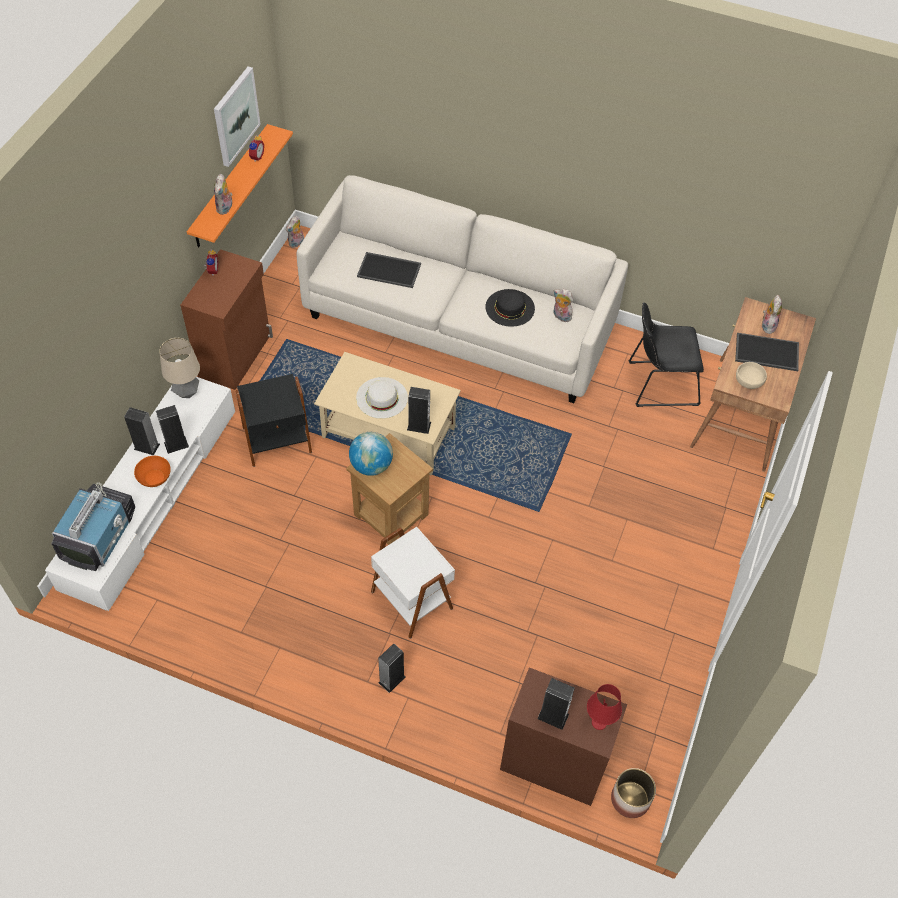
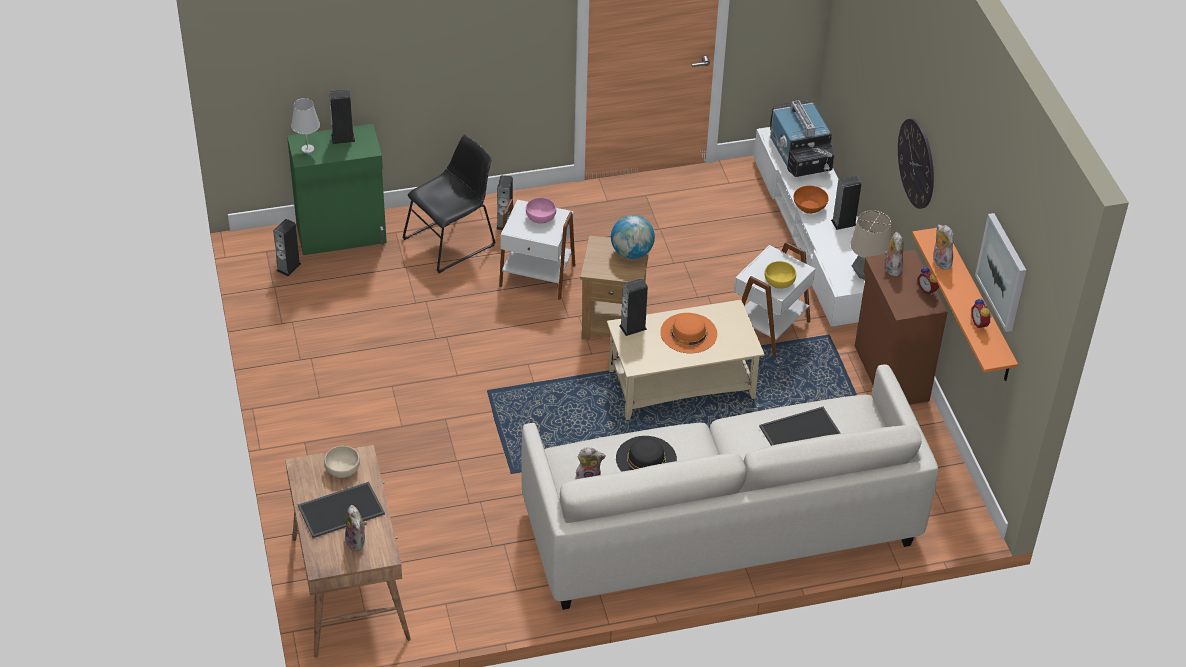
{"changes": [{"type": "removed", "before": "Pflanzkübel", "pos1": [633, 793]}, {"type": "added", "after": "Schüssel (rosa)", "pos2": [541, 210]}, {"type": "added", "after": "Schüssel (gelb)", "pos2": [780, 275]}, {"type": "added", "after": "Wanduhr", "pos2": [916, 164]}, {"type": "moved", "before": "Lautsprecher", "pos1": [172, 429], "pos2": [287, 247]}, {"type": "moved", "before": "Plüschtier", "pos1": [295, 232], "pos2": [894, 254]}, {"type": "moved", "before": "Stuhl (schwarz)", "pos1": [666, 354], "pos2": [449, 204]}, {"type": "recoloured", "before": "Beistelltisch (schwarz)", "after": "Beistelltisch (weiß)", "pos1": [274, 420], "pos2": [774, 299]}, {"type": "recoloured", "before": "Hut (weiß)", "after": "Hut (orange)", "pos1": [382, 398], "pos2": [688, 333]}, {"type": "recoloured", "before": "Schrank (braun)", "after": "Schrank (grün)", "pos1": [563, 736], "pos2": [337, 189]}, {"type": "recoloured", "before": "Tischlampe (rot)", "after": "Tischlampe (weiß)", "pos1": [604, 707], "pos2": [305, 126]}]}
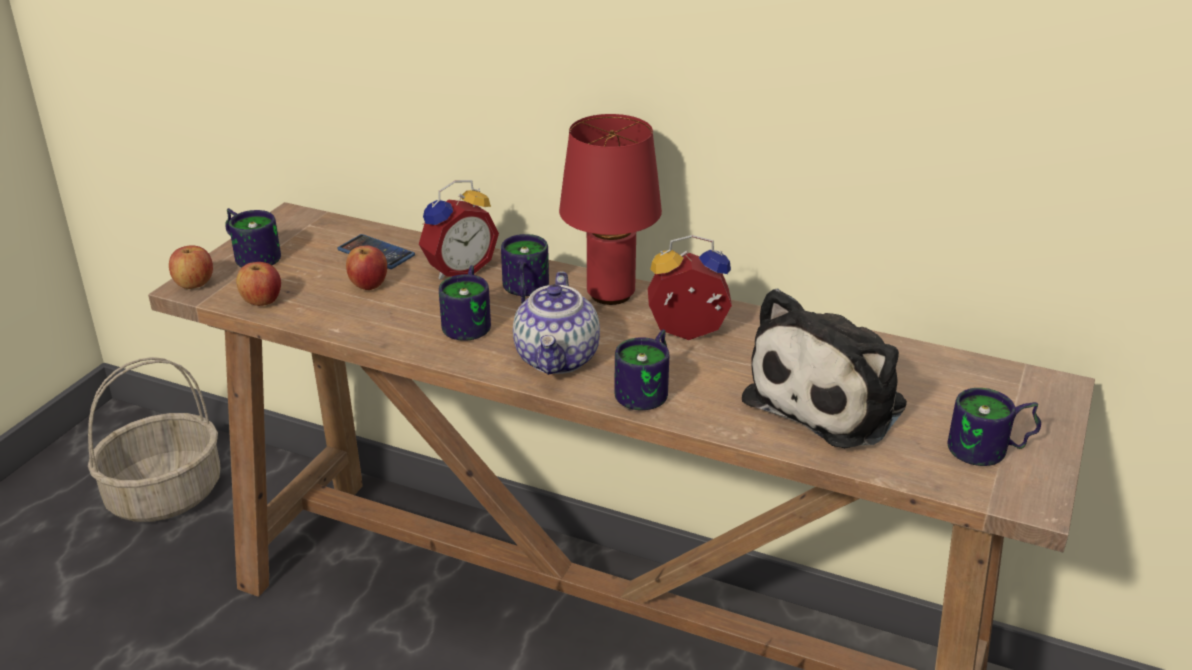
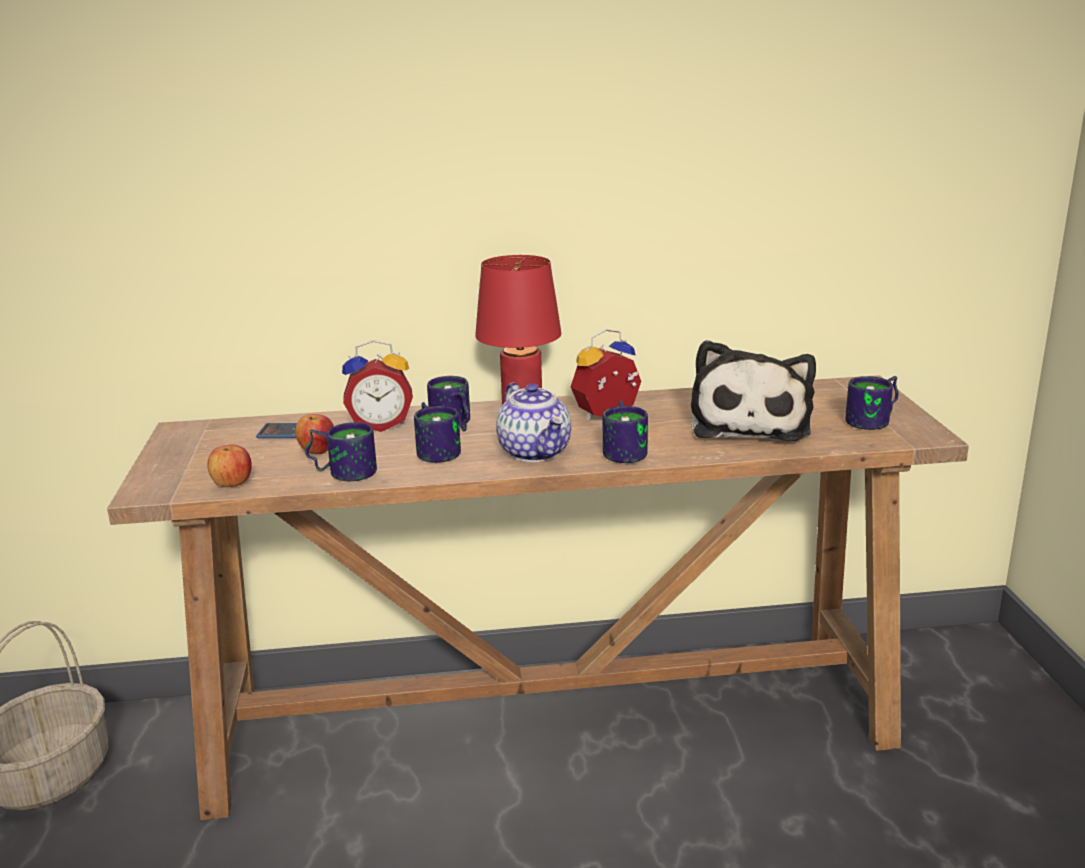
{"changes": [{"type": "removed", "before": "Apfel", "pos1": [191, 267]}, {"type": "moved", "before": "Henkelbecher", "pos1": [253, 237], "pos2": [341, 451]}, {"type": "turned", "before": "Wecker", "pos1": [459, 230], "pos2": [377, 386], "turn": 60}]}
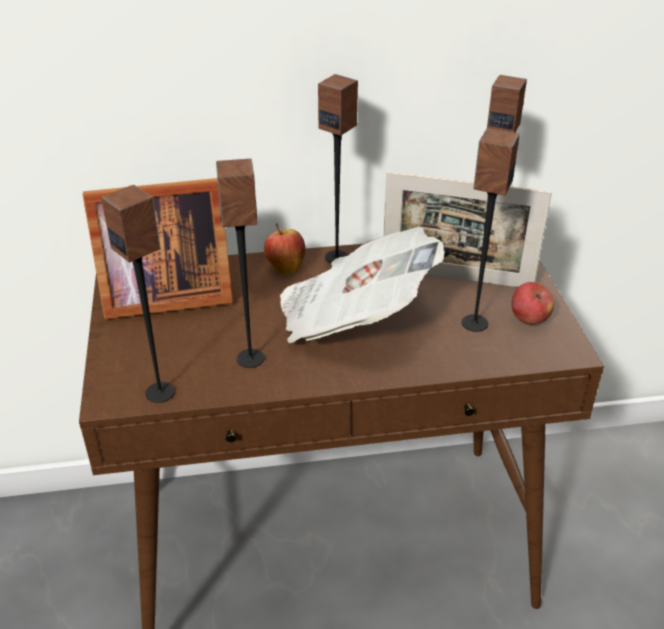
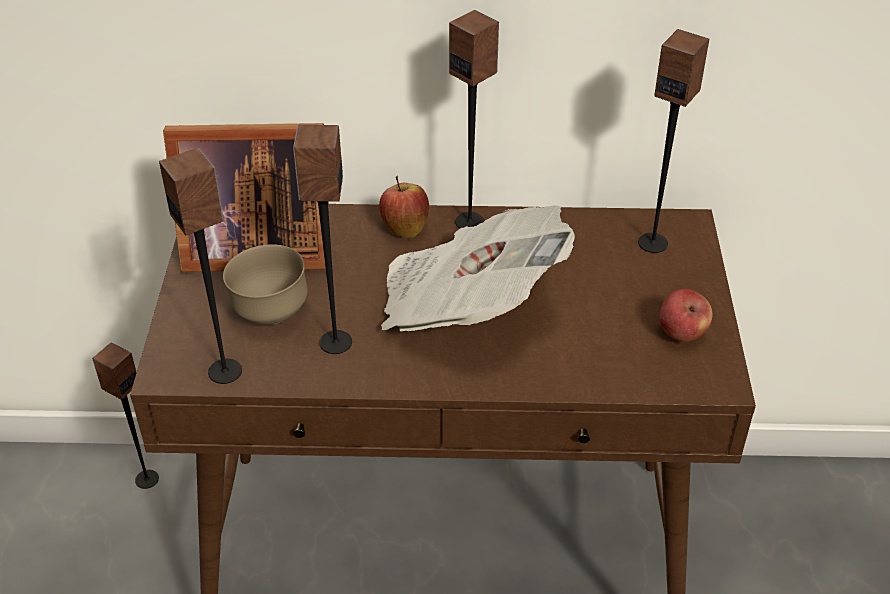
{"changes": [{"type": "removed", "before": "Bilderrahmen", "pos1": [467, 229]}, {"type": "added", "after": "Schüssel (braun)", "pos2": [265, 284]}, {"type": "moved", "before": "Lautsprecher", "pos1": [491, 230], "pos2": [125, 415]}]}
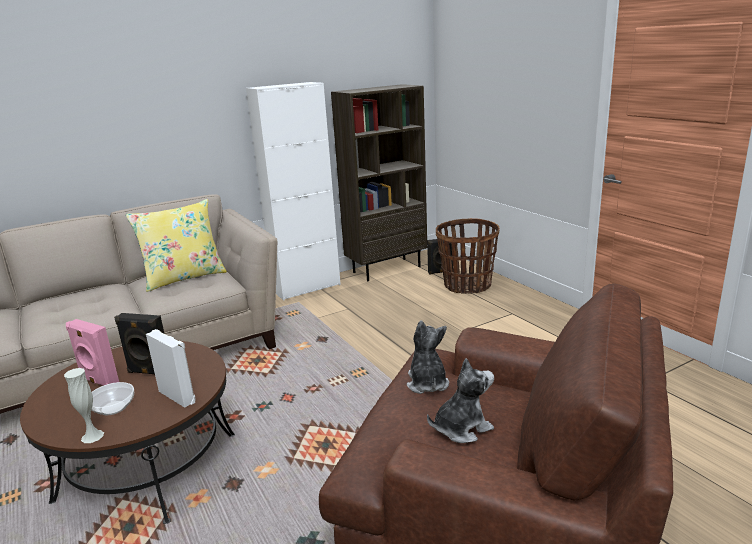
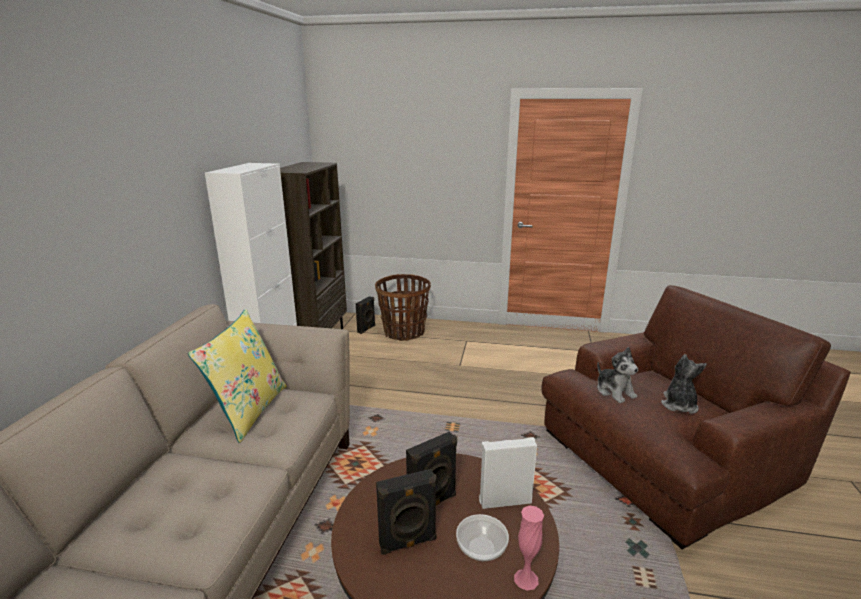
{"changes": [{"type": "recoloured", "before": "Vase (weiß)", "after": "Vase (rosa)", "pos1": [84, 405], "pos2": [529, 548]}, {"type": "recoloured", "before": "Lautsprecher (rosa)", "after": "Lautsprecher (schwarz)", "pos1": [92, 352], "pos2": [406, 512]}, {"type": "turned", "before": "Plüschtier", "pos1": [428, 357], "pos2": [617, 375], "turn": -150}]}
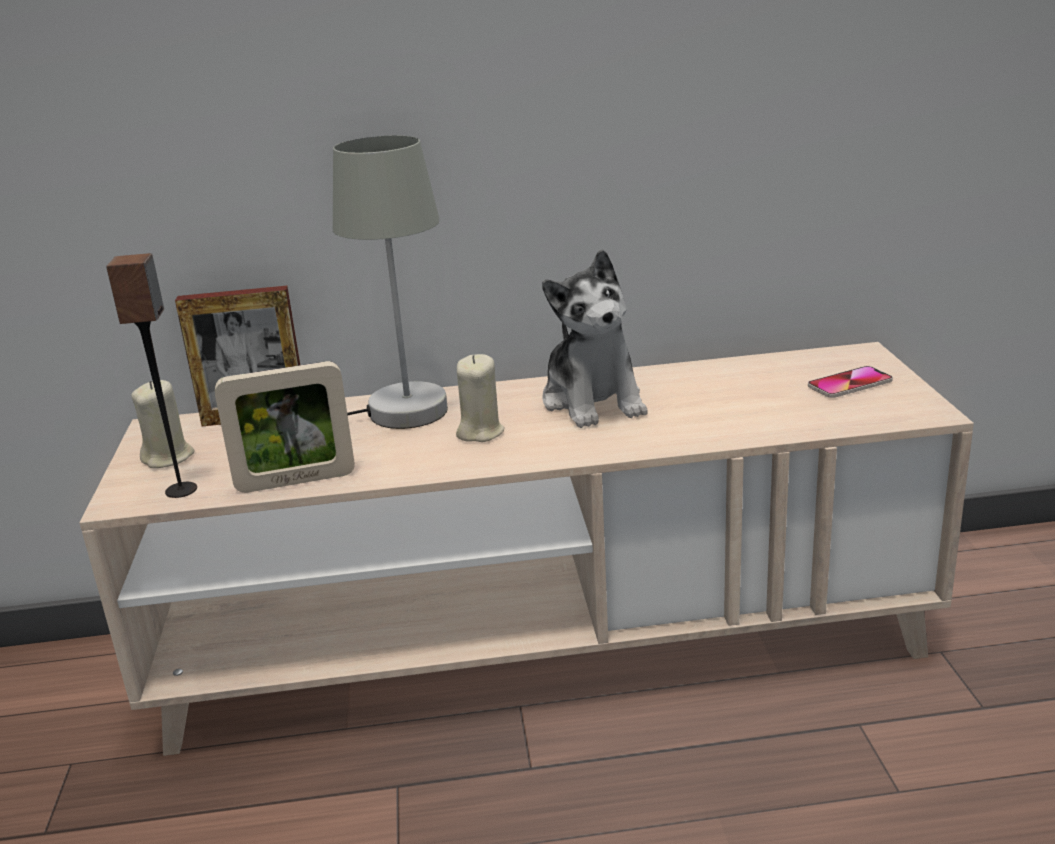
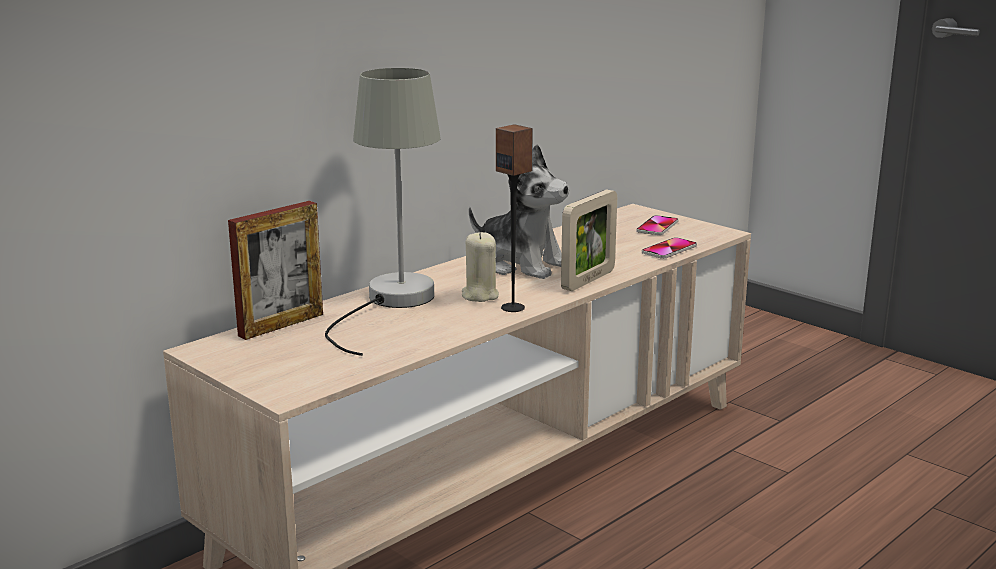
{"changes": [{"type": "removed", "before": "Kerze (beige)", "pos1": [163, 424]}, {"type": "added", "after": "Handy", "pos2": [669, 248]}, {"type": "moved", "before": "Lautsprecher", "pos1": [151, 375], "pos2": [514, 218]}, {"type": "moved", "before": "Bilderrahmen", "pos1": [285, 427], "pos2": [589, 240]}]}
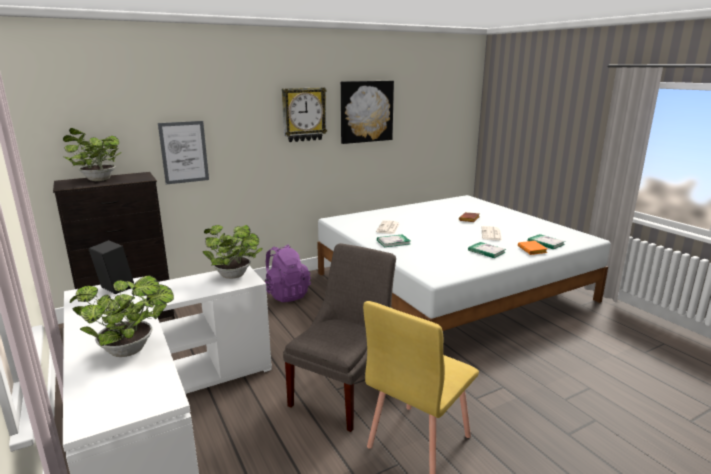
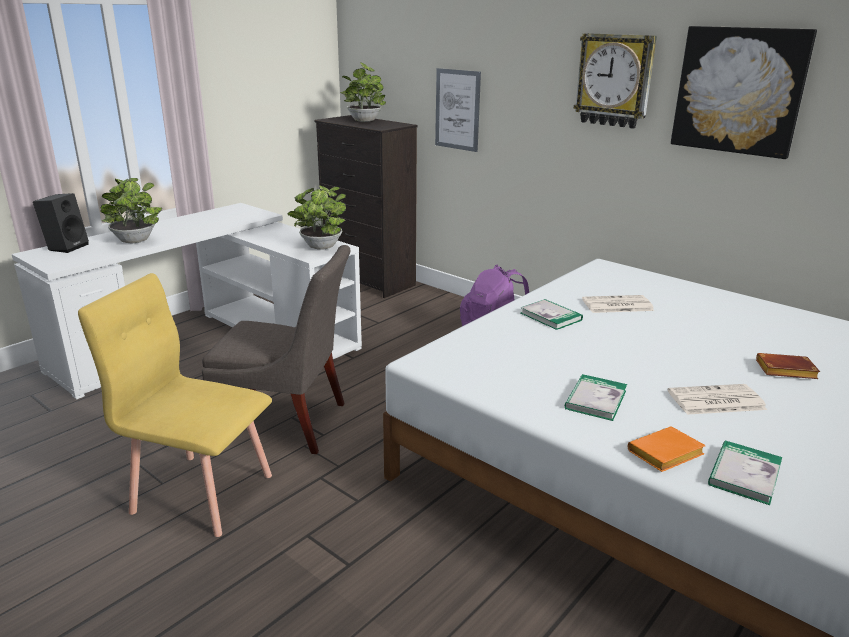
{"changes": [{"type": "moved", "before": "Lautsprecher (schwarz)", "pos1": [111, 267], "pos2": [61, 223]}]}
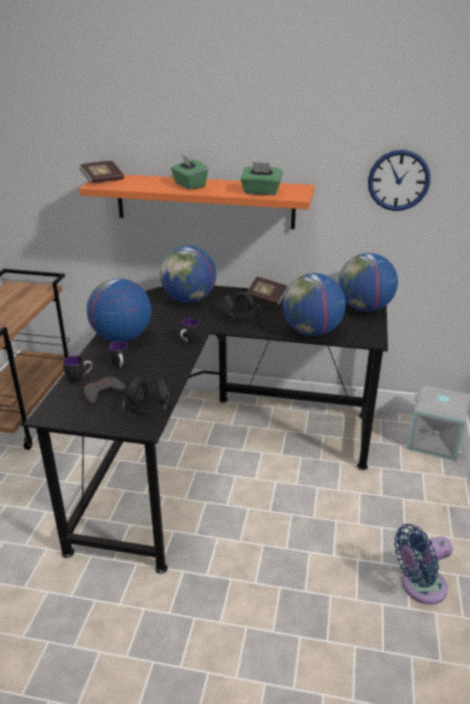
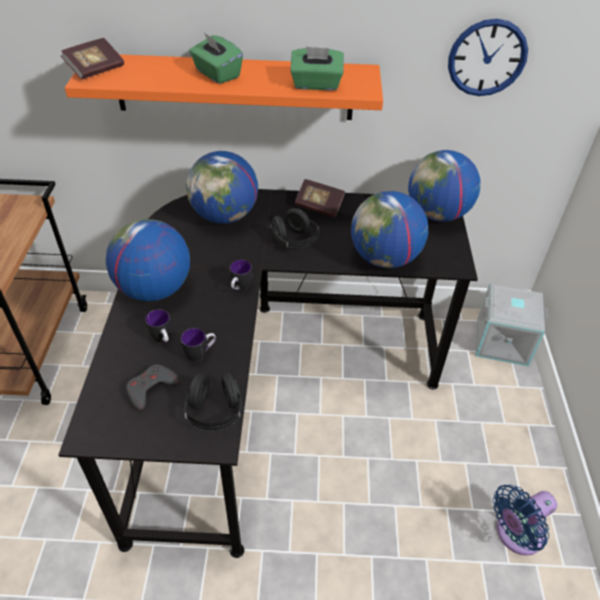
{"changes": [{"type": "moved", "before": "Henkelbecher", "pos1": [77, 370], "pos2": [198, 345]}]}
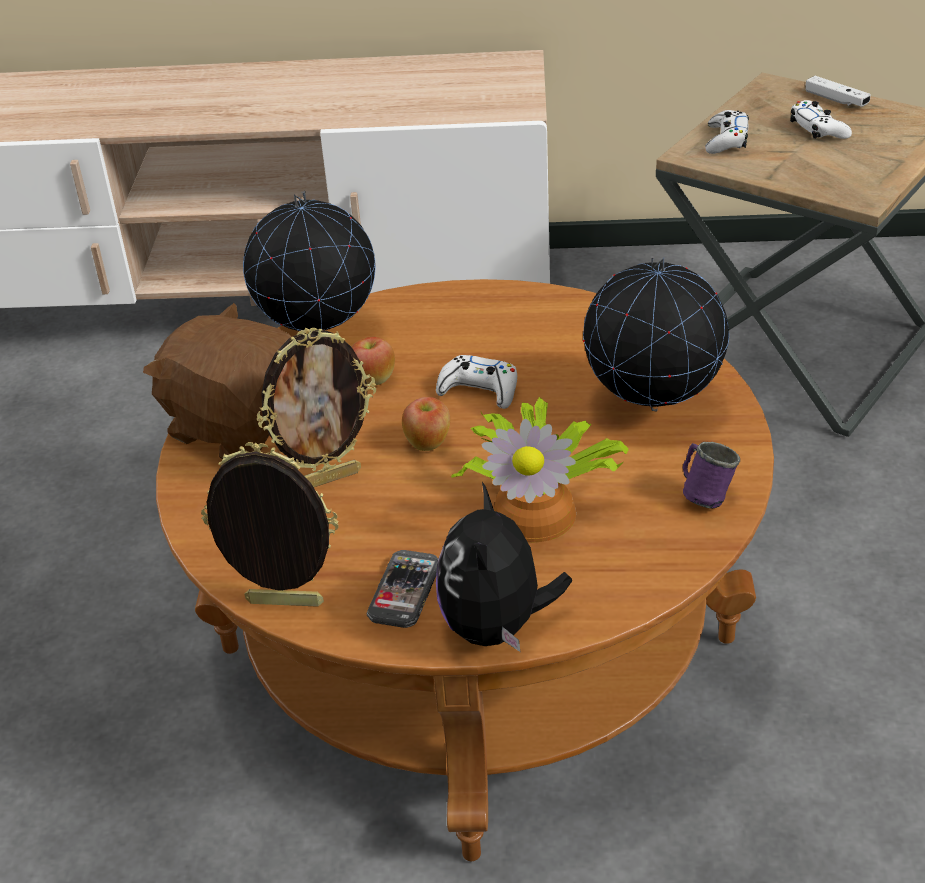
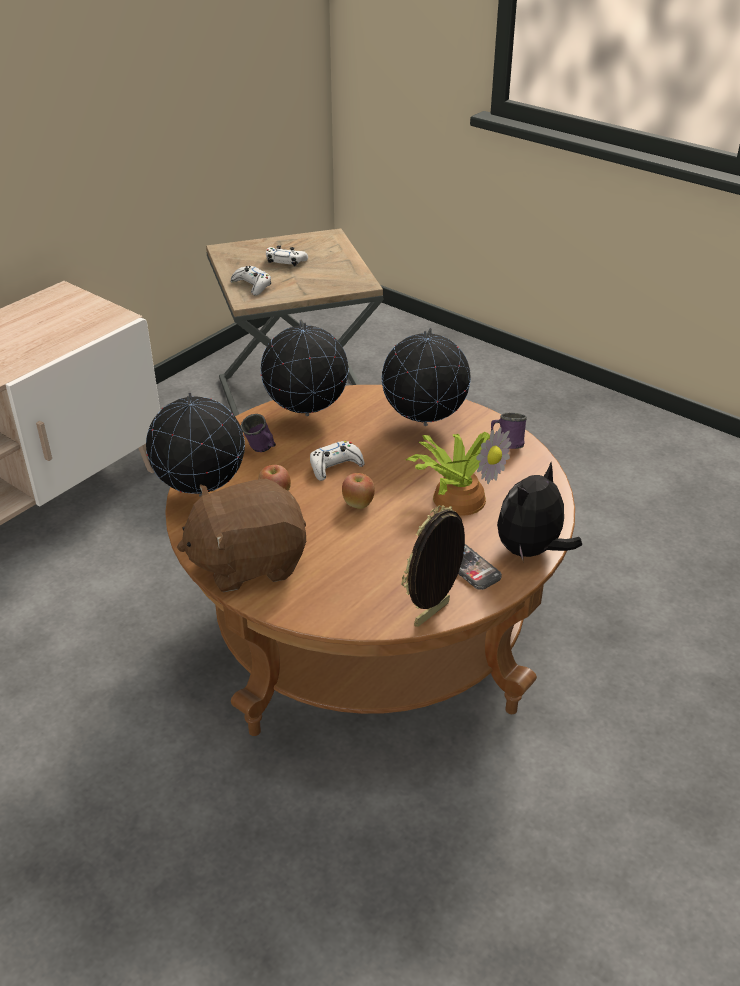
{"changes": [{"type": "removed", "before": "Bilderrahmen", "pos1": [316, 407]}, {"type": "removed", "before": "Gamepad (weiß)", "pos1": [838, 91]}, {"type": "added", "after": "Henkelbecher (lila)", "pos2": [258, 433]}, {"type": "added", "after": "Globus", "pos2": [305, 367]}, {"type": "turned", "before": "Plüschtier", "pos1": [504, 567], "pos2": [539, 511], "turn": 90}]}
